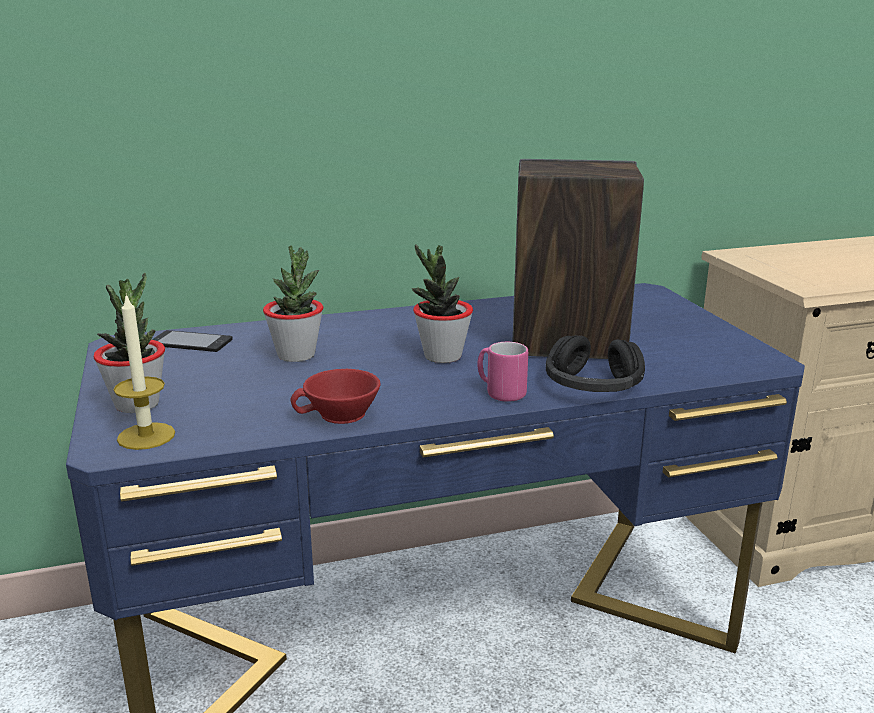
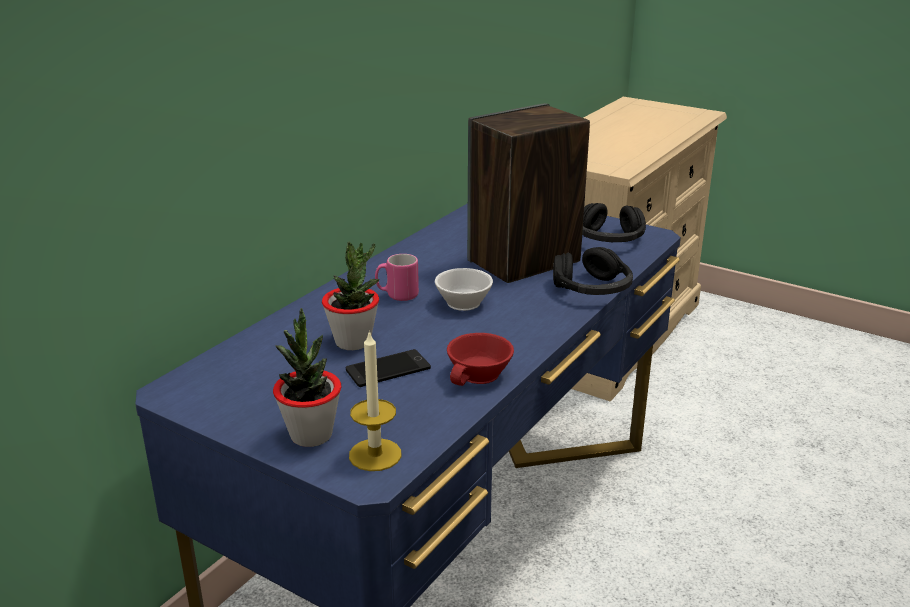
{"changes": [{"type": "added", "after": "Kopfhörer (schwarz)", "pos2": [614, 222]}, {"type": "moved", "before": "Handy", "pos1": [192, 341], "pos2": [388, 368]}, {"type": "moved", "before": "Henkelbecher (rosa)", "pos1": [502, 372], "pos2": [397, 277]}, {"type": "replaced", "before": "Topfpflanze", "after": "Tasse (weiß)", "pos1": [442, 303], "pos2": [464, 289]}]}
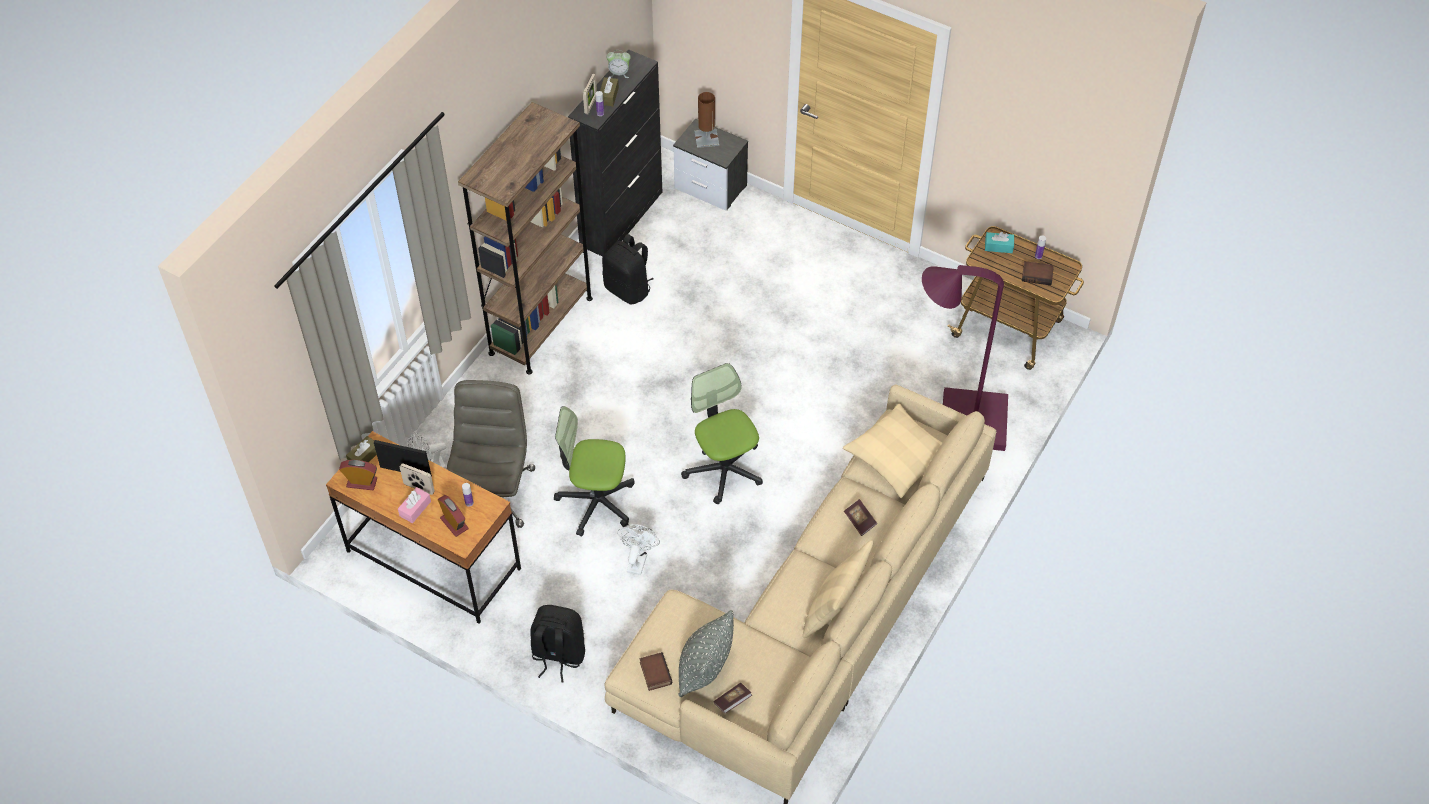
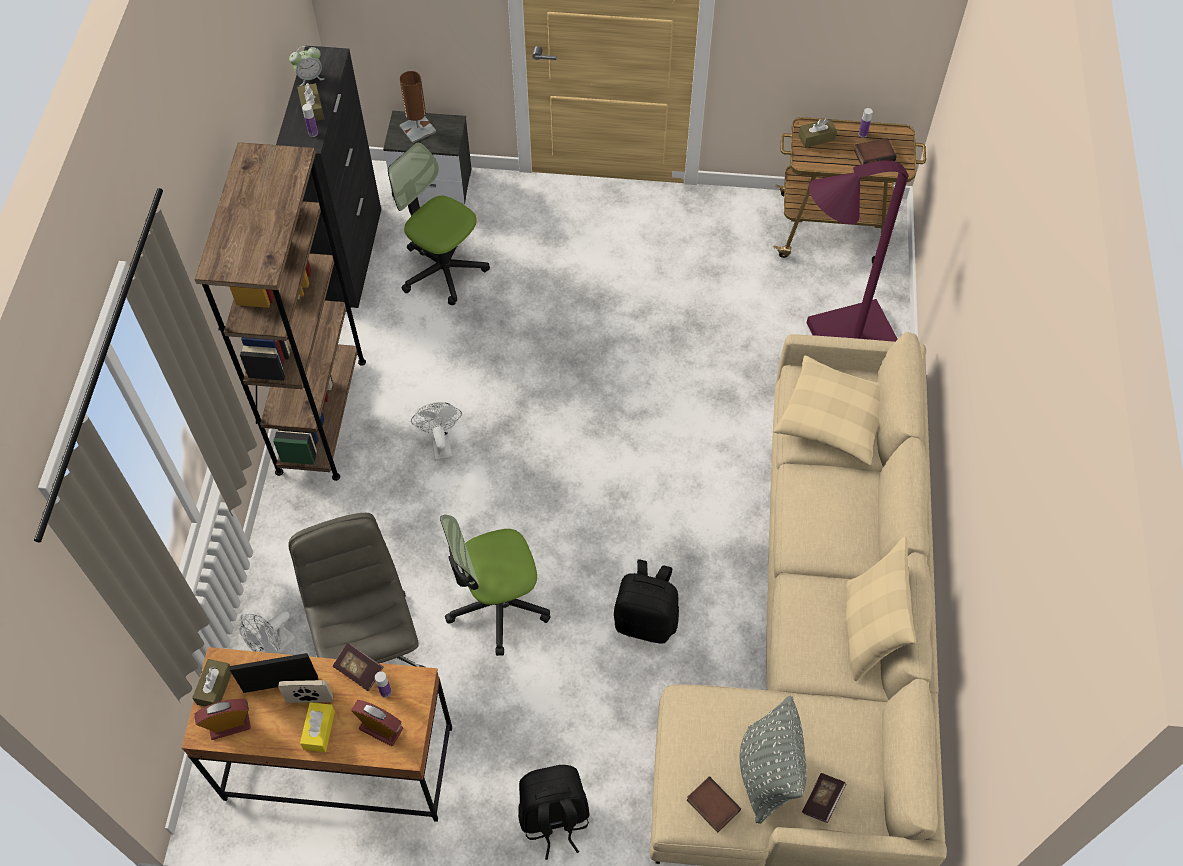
{"changes": [{"type": "removed", "before": "Bilderrahmen", "pos1": [590, 94]}, {"type": "moved", "before": "Rucksack (schwarz)", "pos1": [628, 269], "pos2": [646, 601]}, {"type": "moved", "before": "Ventilator (weiß)", "pos1": [638, 549], "pos2": [436, 431]}, {"type": "moved", "before": "Bürostuhl", "pos1": [722, 433], "pos2": [439, 223]}, {"type": "moved", "before": "Buch", "pos1": [860, 517], "pos2": [358, 667]}, {"type": "recoloured", "before": "Taschentuchbox (rosa)", "after": "Taschentuchbox (gelb)", "pos1": [414, 505], "pos2": [317, 727]}, {"type": "recoloured", "before": "Taschentuchbox (türkis)", "after": "Taschentuchbox (braun)", "pos1": [999, 242], "pos2": [817, 133]}]}
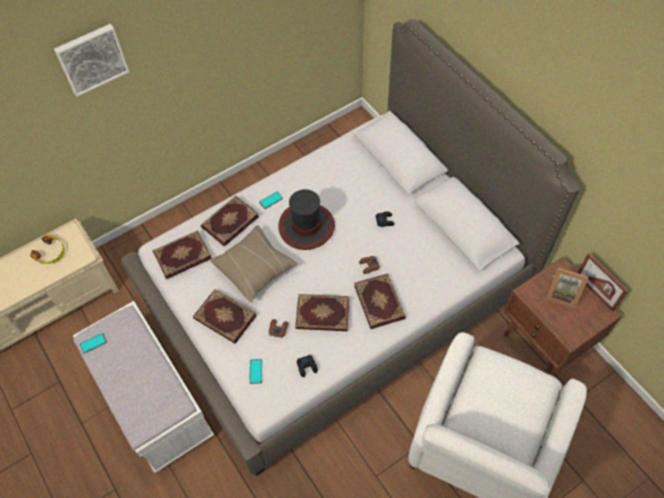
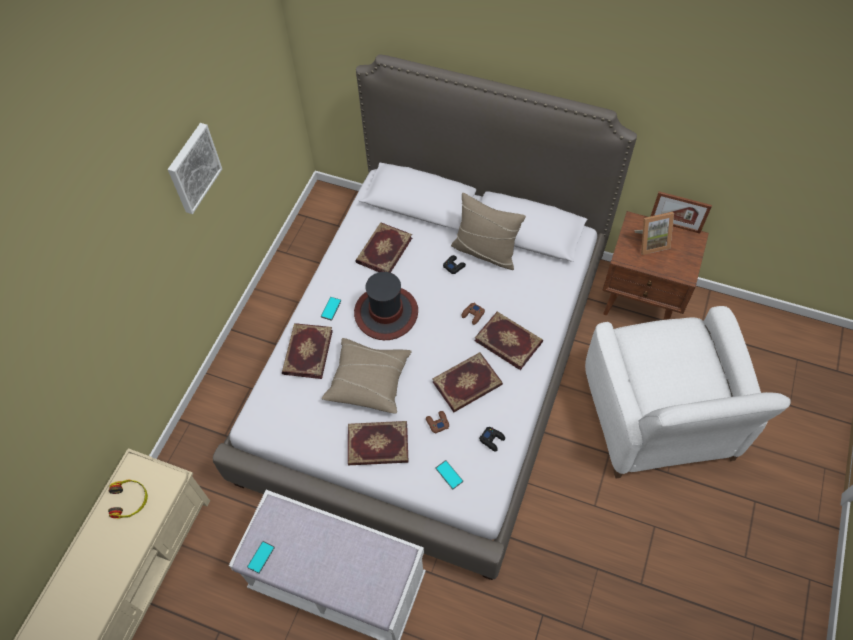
{"changes": [{"type": "added", "after": "Kissen (beige)", "pos2": [488, 231]}, {"type": "moved", "before": "Bild", "pos1": [91, 60], "pos2": [195, 168]}, {"type": "moved", "before": "Buch", "pos1": [181, 254], "pos2": [383, 247]}]}
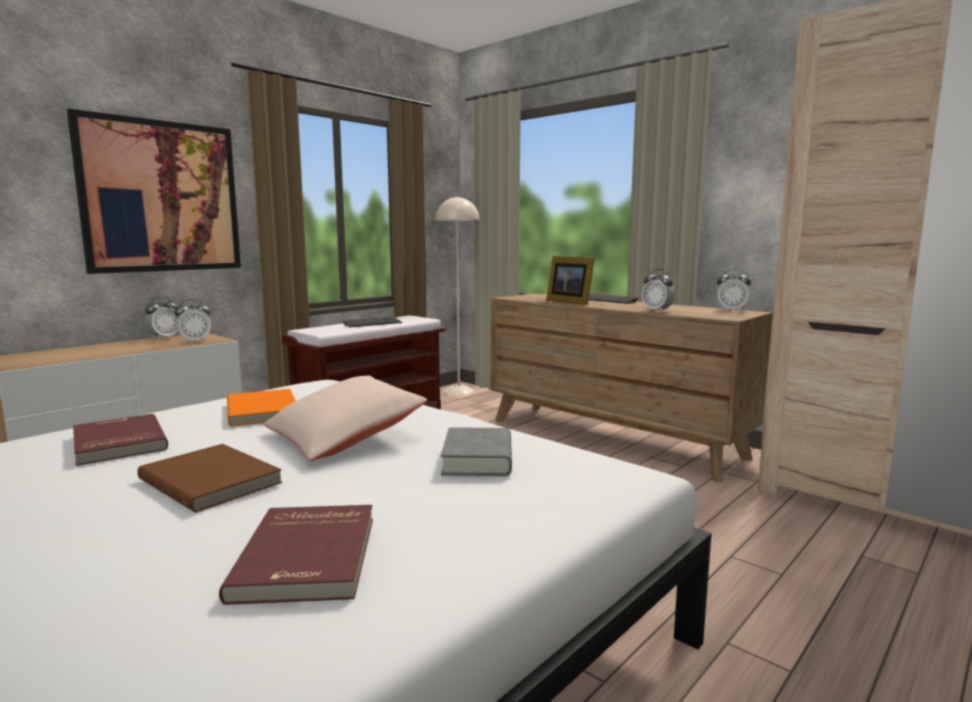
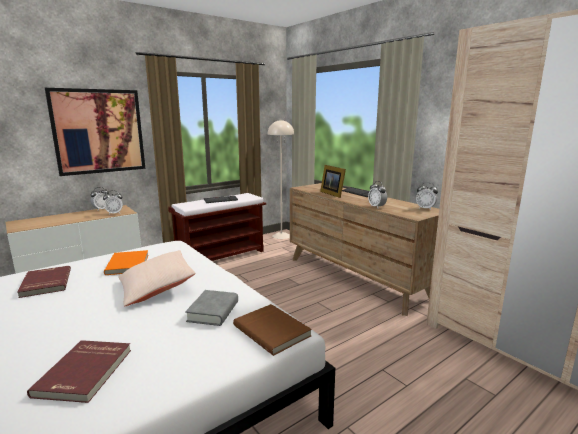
{"changes": [{"type": "moved", "before": "Buch (braun)", "pos1": [209, 478], "pos2": [272, 330]}]}
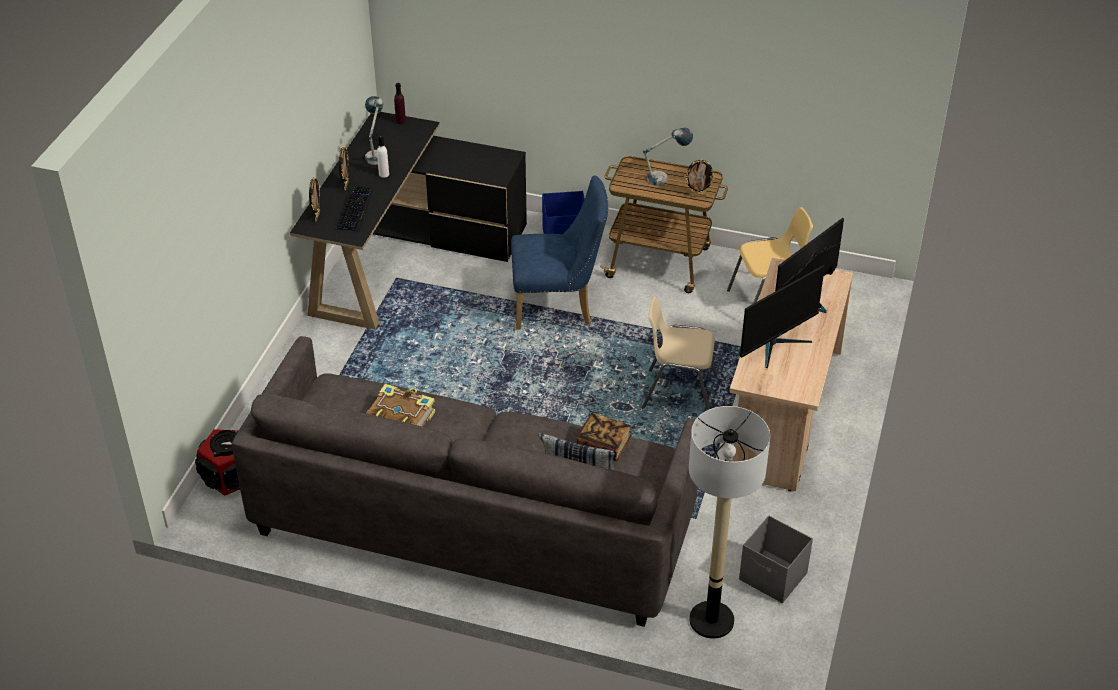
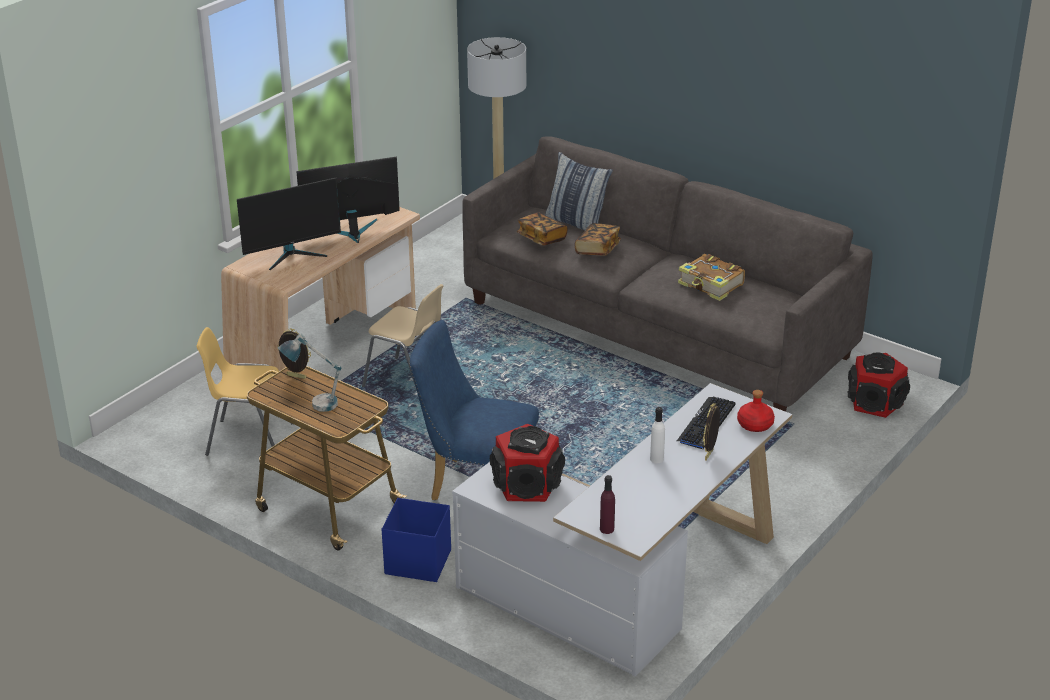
{"changes": [{"type": "removed", "before": "Tischlampe", "pos1": [374, 130]}, {"type": "removed", "before": "Aufbewahrungsbox (grau)", "pos1": [776, 559]}, {"type": "added", "after": "Lautsprecher", "pos2": [527, 463]}, {"type": "added", "after": "Buch", "pos2": [598, 239]}, {"type": "replaced", "before": "Bilderrahmen", "after": "Flasche (rot)", "pos1": [314, 198], "pos2": [756, 411]}, {"type": "recoloured", "before": "Schreibtisch (schwarz)", "after": "Schreibtisch (weiß)", "pos1": [408, 220], "pos2": [622, 530]}]}
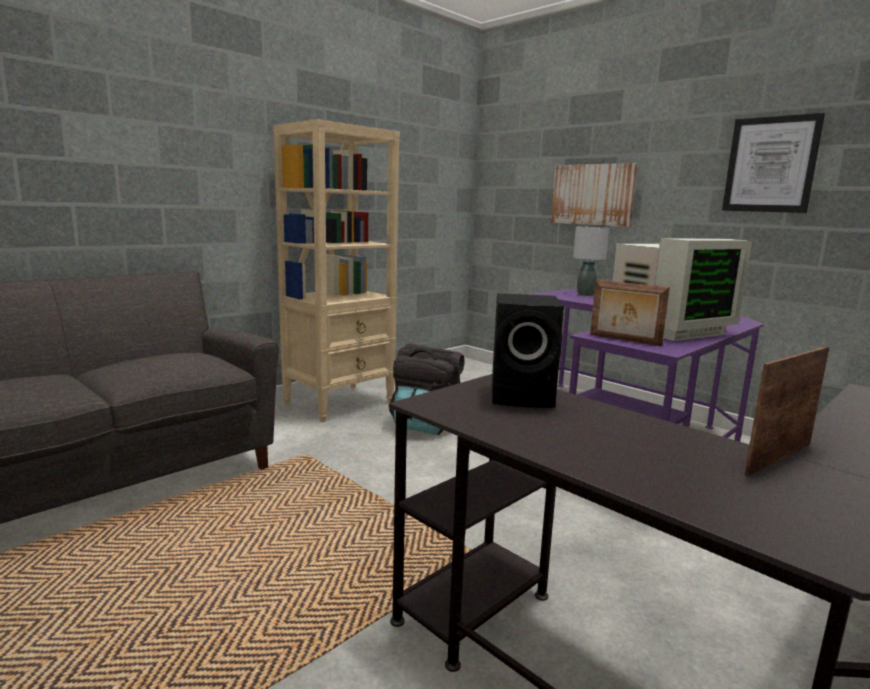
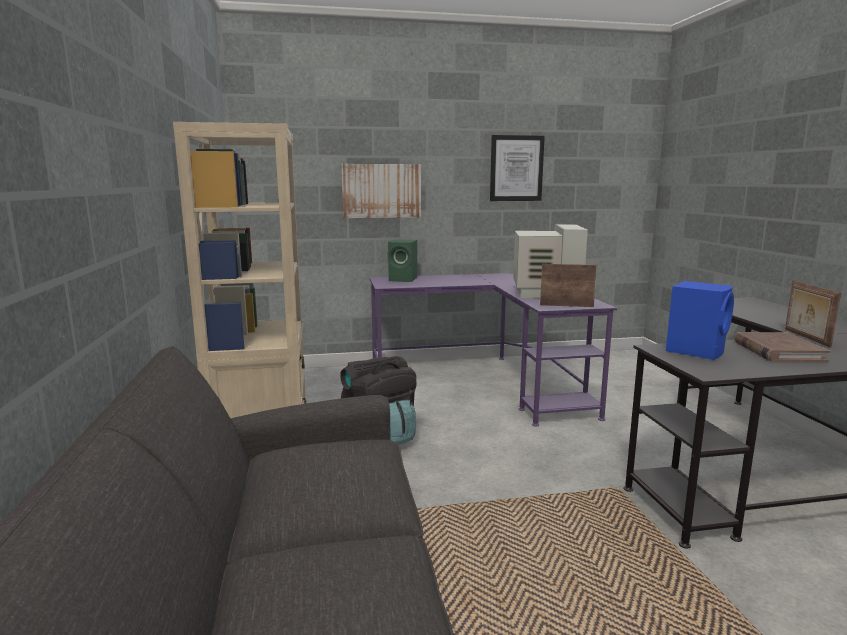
{"changes": [{"type": "added", "after": "Buch (braun)", "pos2": [782, 347]}, {"type": "replaced", "before": "Tischlampe (grau)", "after": "Lautsprecher (grün)", "pos1": [591, 261], "pos2": [402, 261]}, {"type": "recoloured", "before": "Lautsprecher (schwarz)", "after": "Lautsprecher (blau)", "pos1": [528, 350], "pos2": [700, 320]}, {"type": "turned", "before": "Bilderrahmen", "pos1": [630, 313], "pos2": [568, 285], "turn": -150}]}
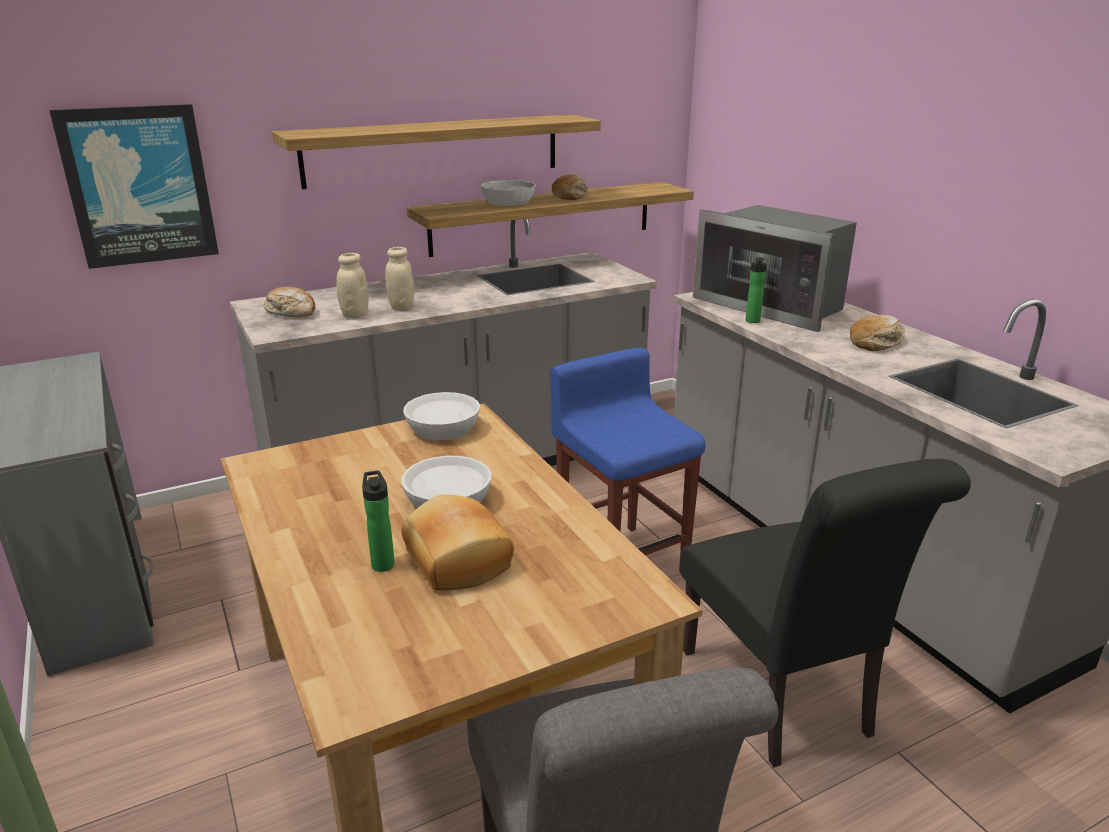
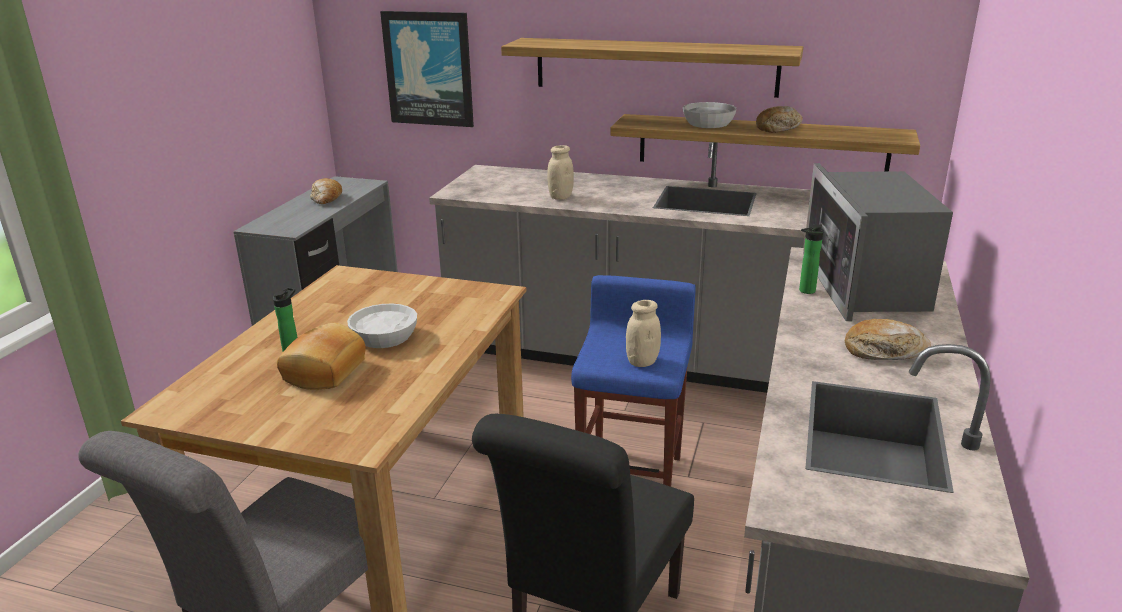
{"changes": [{"type": "removed", "before": "Schüssel (weiß)", "pos1": [441, 416]}, {"type": "moved", "before": "Brot", "pos1": [289, 302], "pos2": [326, 191]}, {"type": "moved", "before": "Vorratsglas (beige)", "pos1": [352, 285], "pos2": [643, 333]}]}
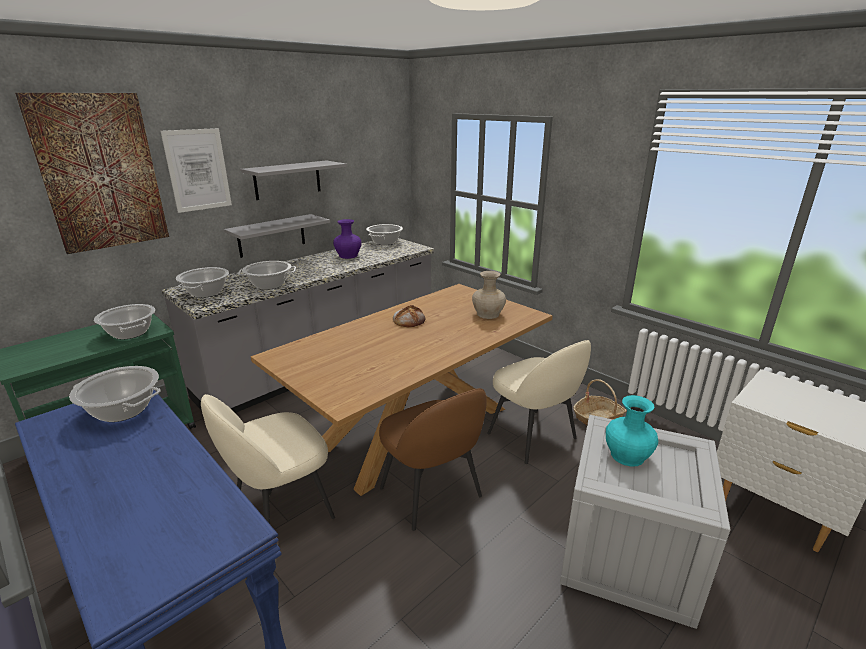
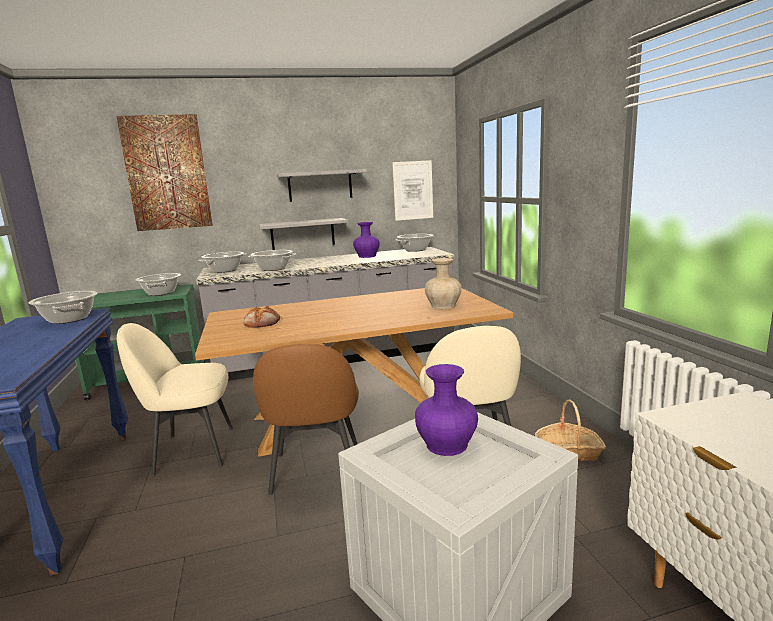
{"changes": [{"type": "moved", "before": "Bild", "pos1": [196, 170], "pos2": [412, 190]}, {"type": "moved", "before": "Brot", "pos1": [409, 316], "pos2": [262, 317]}, {"type": "recoloured", "before": "Vase (türkis)", "after": "Vase (lila)", "pos1": [632, 431], "pos2": [446, 410]}]}
